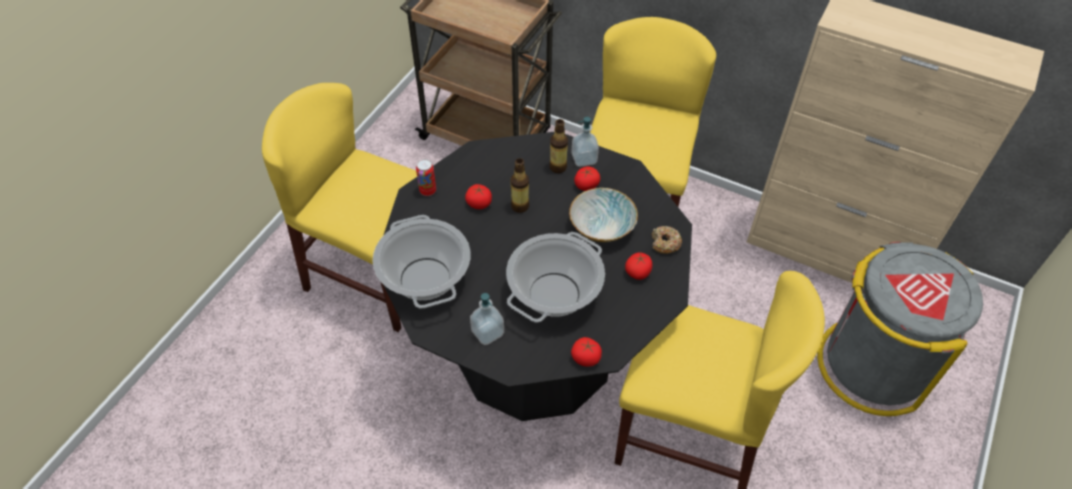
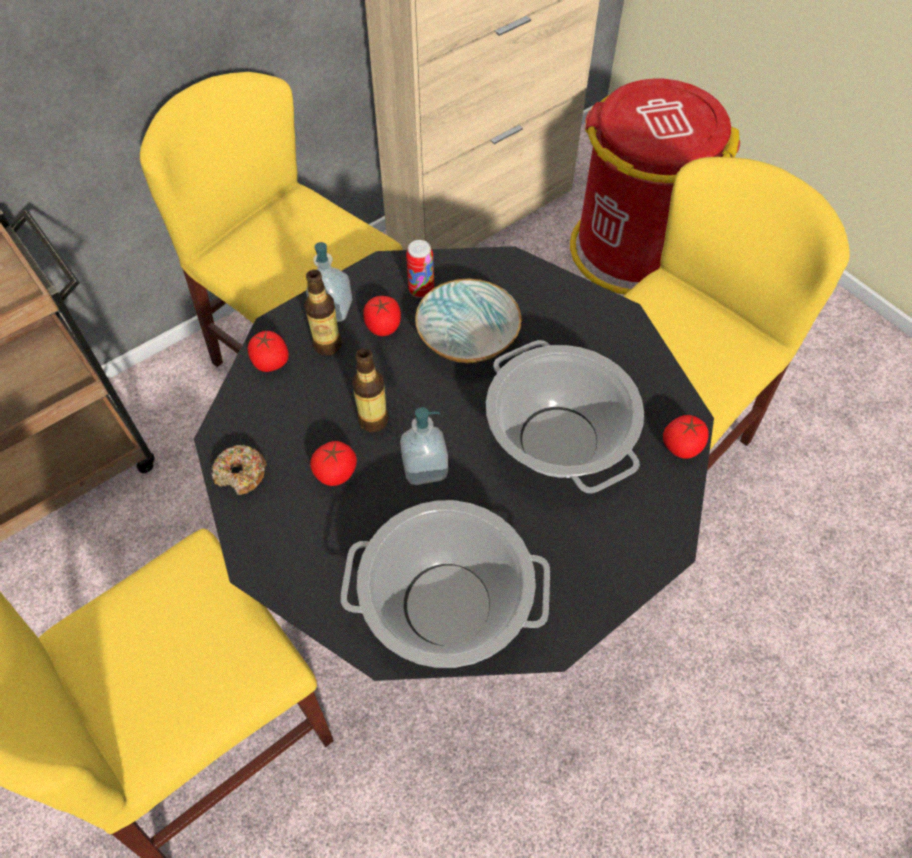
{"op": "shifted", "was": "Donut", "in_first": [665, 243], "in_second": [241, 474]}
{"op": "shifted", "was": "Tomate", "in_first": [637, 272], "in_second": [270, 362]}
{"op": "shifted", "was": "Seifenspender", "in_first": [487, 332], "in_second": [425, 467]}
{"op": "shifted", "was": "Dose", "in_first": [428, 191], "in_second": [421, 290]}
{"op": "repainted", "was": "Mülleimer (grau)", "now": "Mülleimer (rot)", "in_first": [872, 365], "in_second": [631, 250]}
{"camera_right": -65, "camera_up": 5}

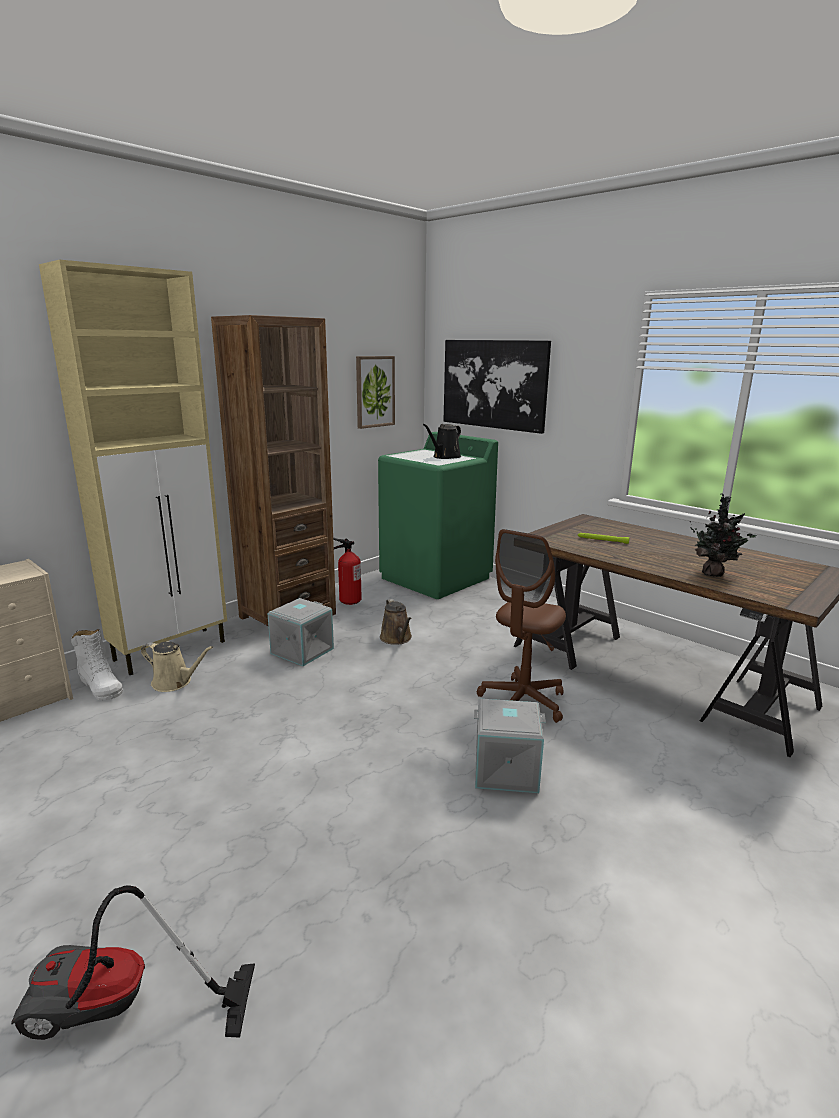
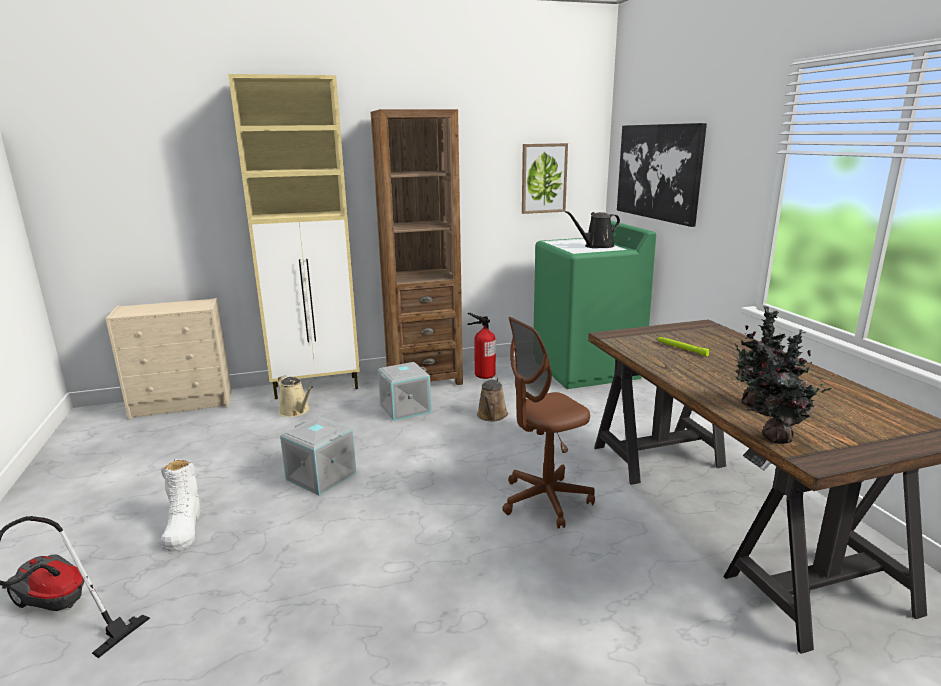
{"op": "shifted", "was": "Stiefel (weiß)", "in_first": [100, 685], "in_second": [183, 527]}
{"op": "shifted", "was": "Aufbewahrungsbox (grau)", "in_first": [505, 771], "in_second": [320, 476]}
{"op": "new", "now": "Topfpflanze", "in_second": [774, 438]}
{"camera_right": 30, "camera_up": 0}

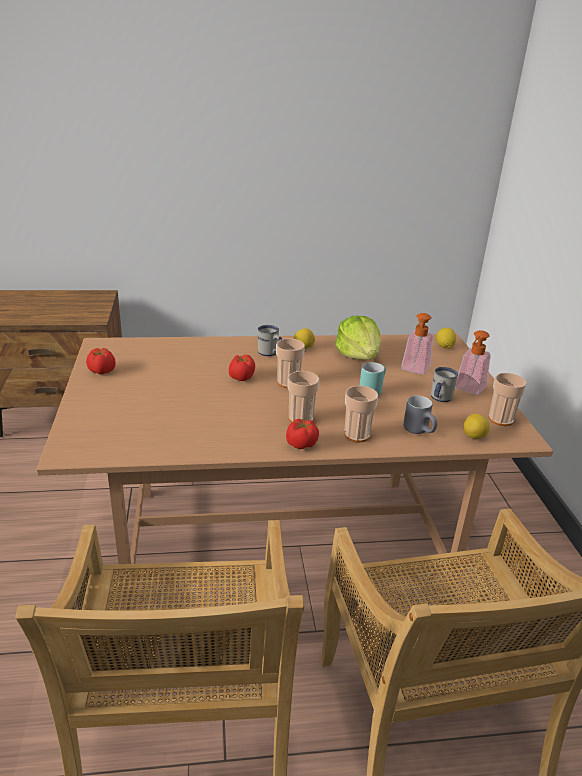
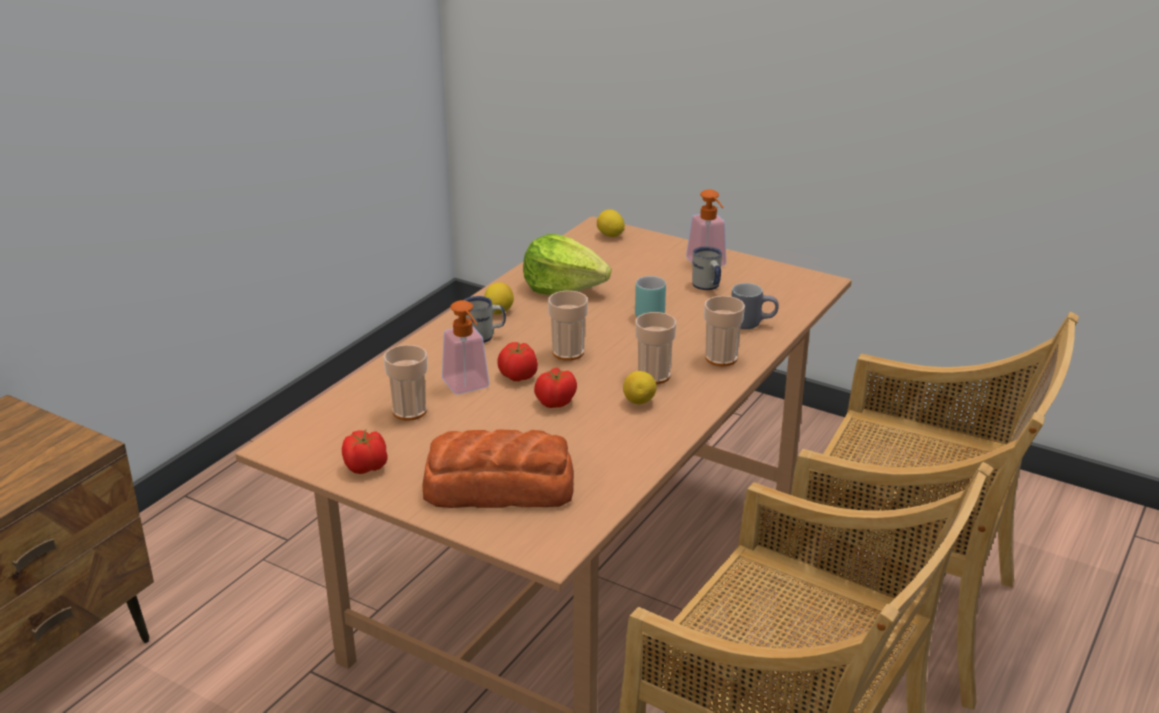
{"op": "shifted", "was": "Tasse", "in_first": [500, 419], "in_second": [409, 411]}
{"op": "new", "now": "Brot", "in_second": [497, 487]}
{"op": "shifted", "was": "Seifenspender", "in_first": [414, 370], "in_second": [469, 387]}
{"op": "shifted", "was": "Tomate", "in_first": [301, 444], "in_second": [555, 402]}
{"op": "shifted", "was": "Zitrone", "in_first": [474, 437], "in_second": [639, 401]}
{"camera_right": -50, "camera_up": 0}

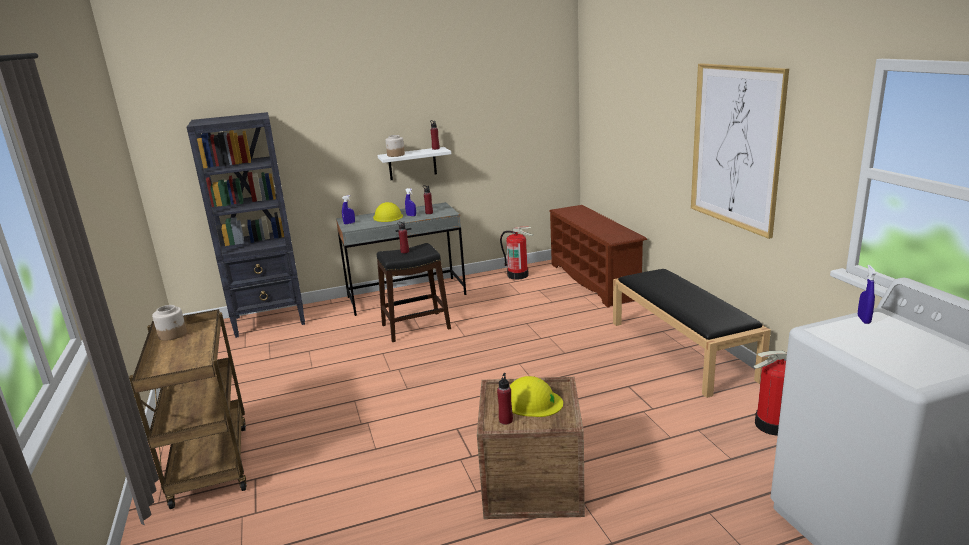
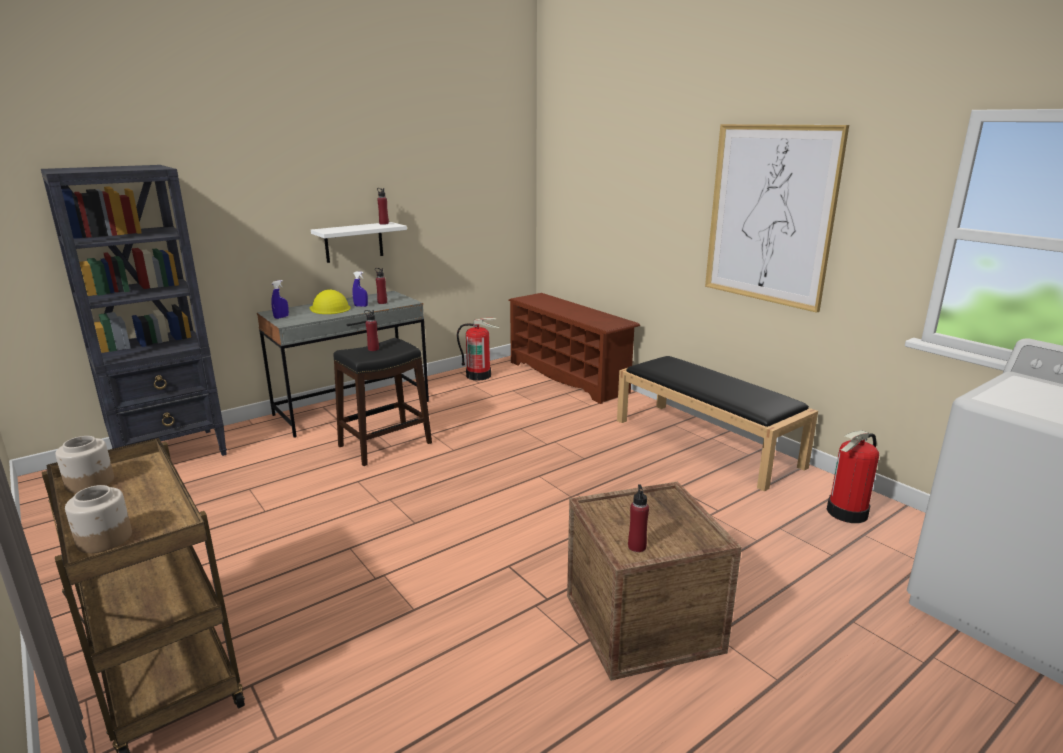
{"op": "shifted", "was": "Vorratsglas", "in_first": [396, 155], "in_second": [104, 539]}
{"op": "gone", "was": "Schutzhelm (gelb)", "in_first": [532, 402]}
{"op": "gone", "was": "Sprühflasche (blau)", "in_first": [863, 320]}
{"camera_right": -20, "camera_up": 0}

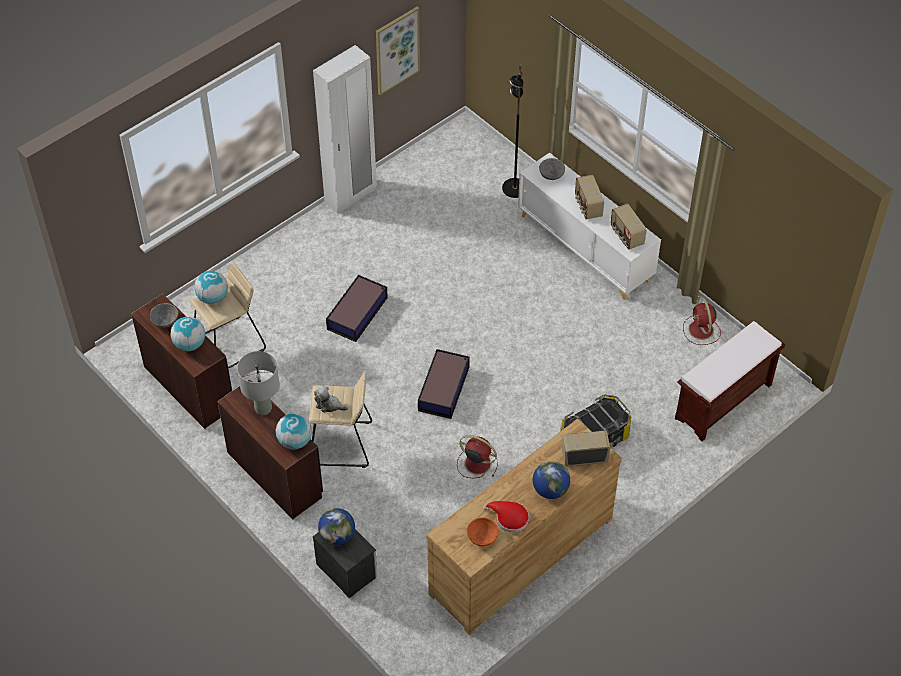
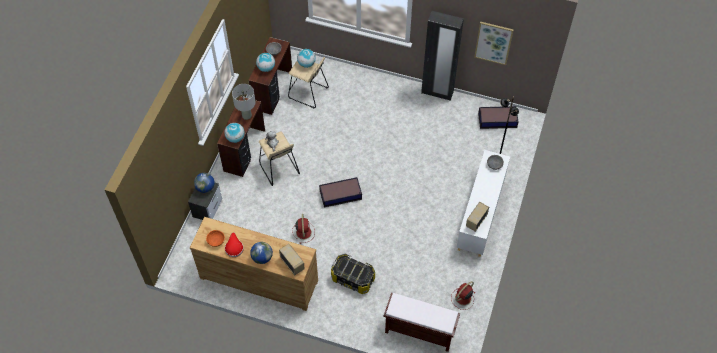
{"op": "repainted", "was": "Kleiderschrank (weiß)", "now": "Kleiderschrank (schwarz)", "in_first": [351, 196], "in_second": [437, 92]}
{"op": "shifted", "was": "Aufbewahrungsbox", "in_first": [358, 313], "in_second": [498, 120]}
{"op": "gone", "was": "Radio", "in_first": [587, 206]}
{"camera_right": 60, "camera_up": 5}

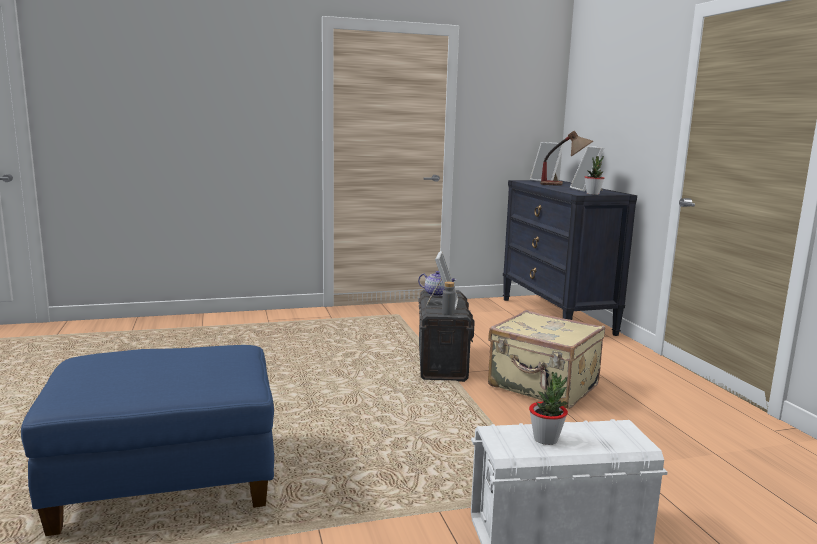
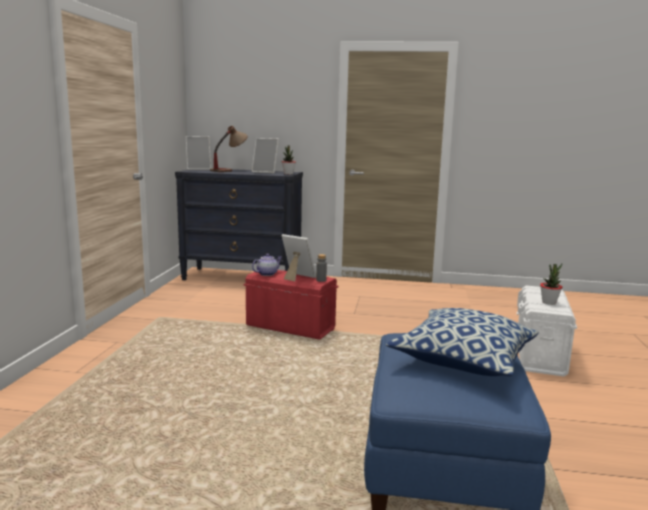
{"op": "repainted", "was": "Aufbewahrungsbox (grau)", "now": "Aufbewahrungsbox (rot)", "in_first": [442, 362], "in_second": [290, 327]}
{"op": "new", "now": "Kissen", "in_second": [463, 359]}
{"op": "gone", "was": "Koffer (beige)", "in_first": [543, 387]}
{"camera_right": -65, "camera_up": 0}

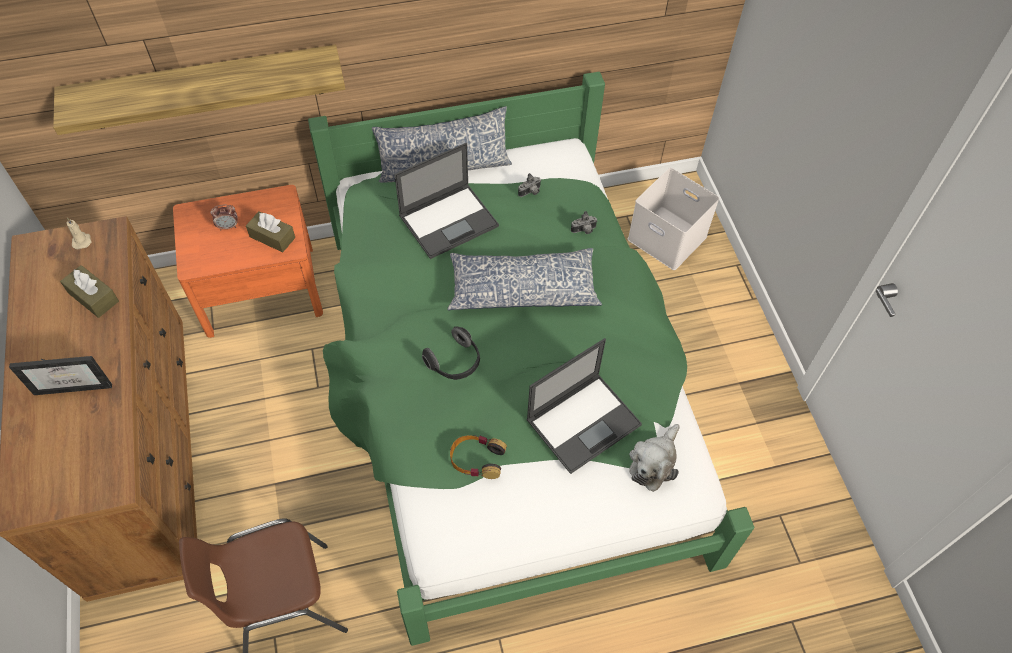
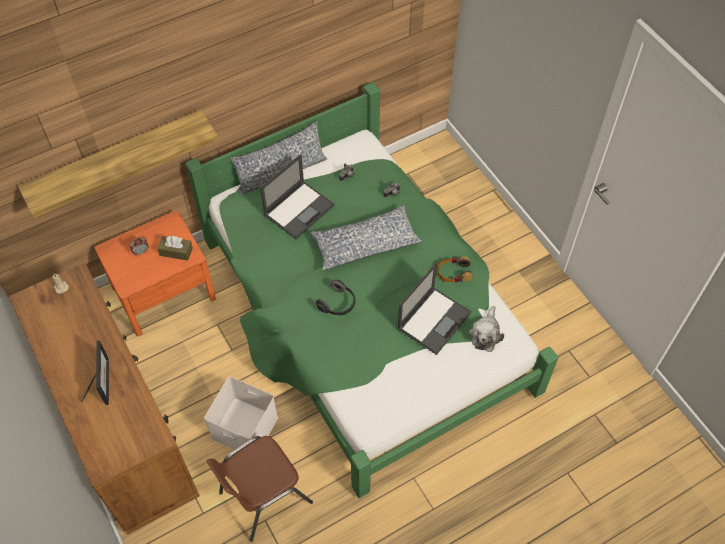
{"op": "rotated", "was": "Bilderrahmen", "in_first": [76, 383], "in_second": [101, 381], "clockwise": -75}
{"op": "shifted", "was": "Aufbewahrungsbox (weiß)", "in_first": [669, 237], "in_second": [246, 427]}
{"op": "shifted", "was": "Kopfhörer", "in_first": [477, 459], "in_second": [454, 272]}
{"op": "gone", "was": "Taschentuchbox (braun)", "in_first": [93, 297]}
{"camera_right": -15, "camera_up": 0}

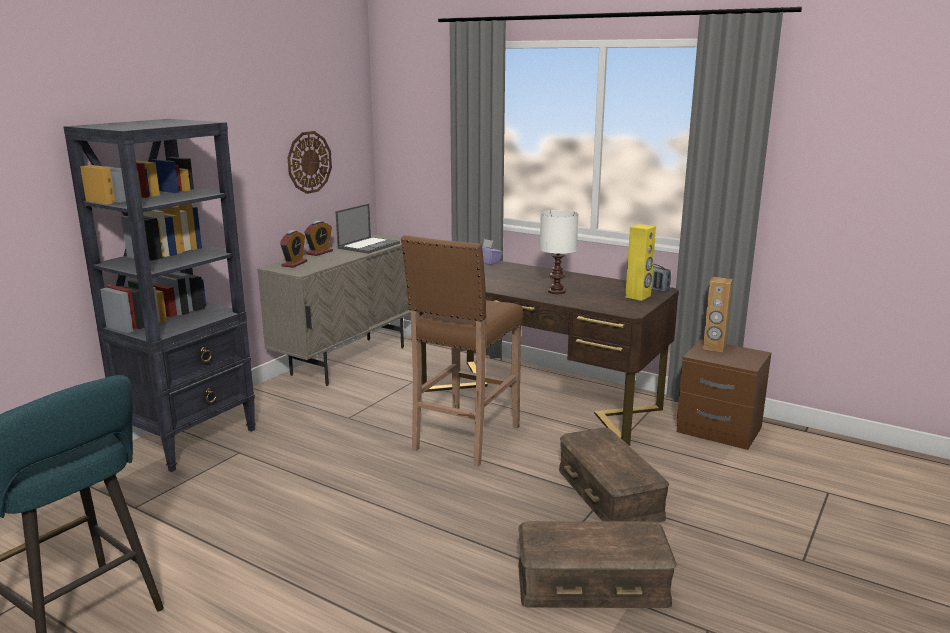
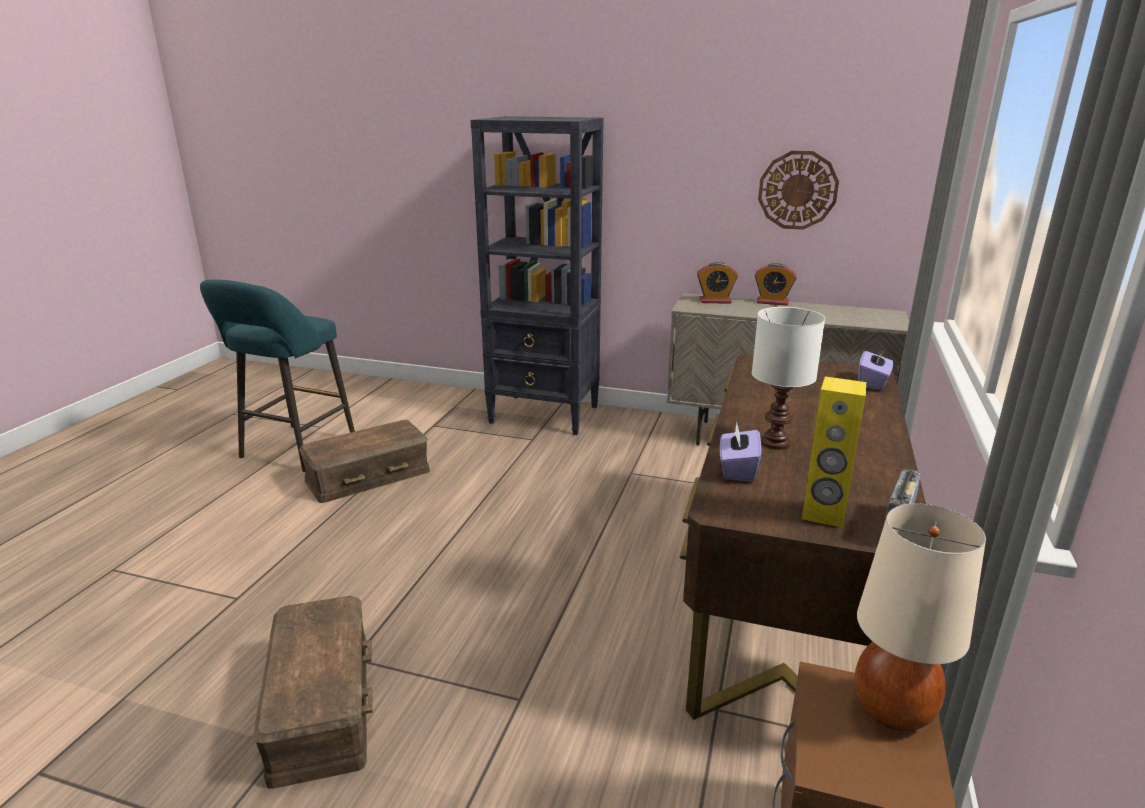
{"op": "shifted", "was": "Aufbewahrungsbox (braun)", "in_first": [610, 493], "in_second": [368, 476]}
{"op": "new", "now": "Taschentuchbox (lila)", "in_second": [737, 469]}
{"op": "swapped", "was": "Lautsprecher (braun)", "now": "Tischlampe (beige)", "in_first": [714, 347], "in_second": [893, 710]}
{"op": "gone", "was": "Laptop", "in_first": [369, 245]}
{"op": "gone", "was": "Hocker (braun)", "in_first": [465, 439]}
{"camera_right": 75, "camera_up": 5}

